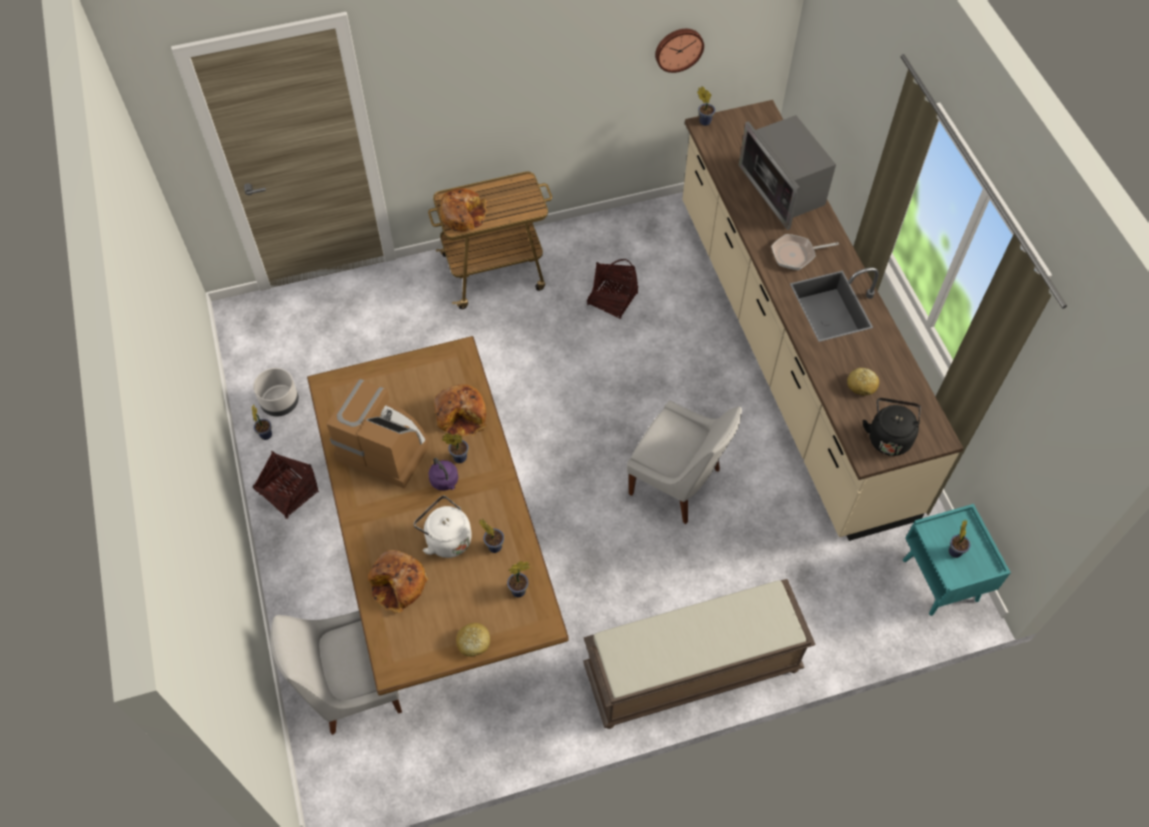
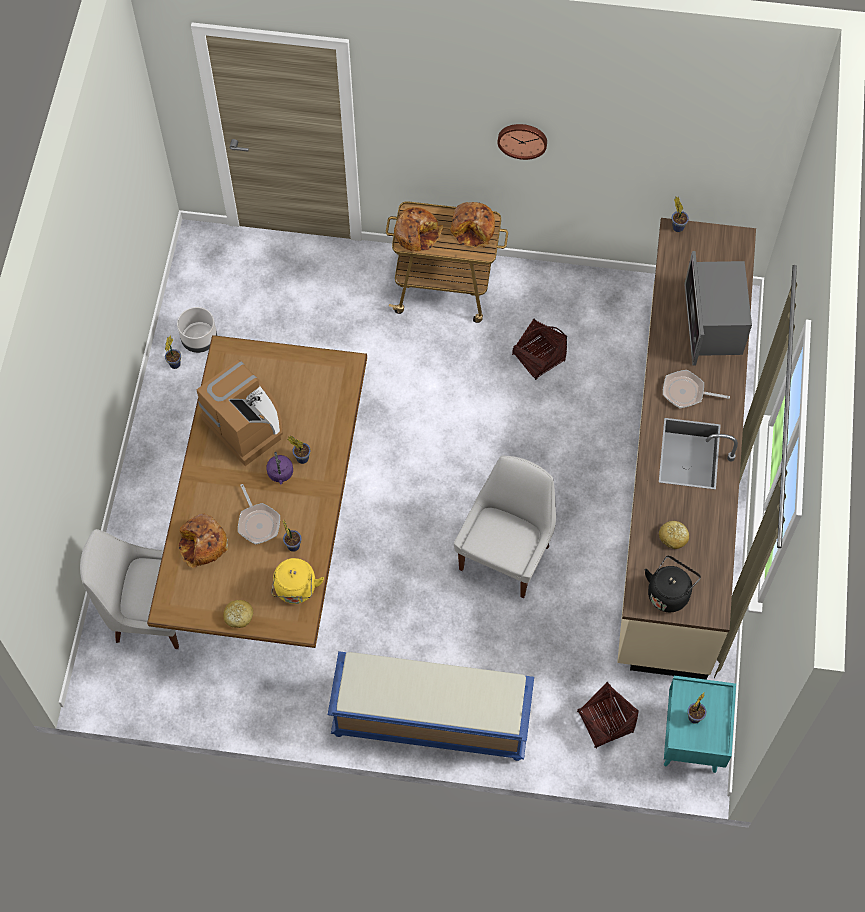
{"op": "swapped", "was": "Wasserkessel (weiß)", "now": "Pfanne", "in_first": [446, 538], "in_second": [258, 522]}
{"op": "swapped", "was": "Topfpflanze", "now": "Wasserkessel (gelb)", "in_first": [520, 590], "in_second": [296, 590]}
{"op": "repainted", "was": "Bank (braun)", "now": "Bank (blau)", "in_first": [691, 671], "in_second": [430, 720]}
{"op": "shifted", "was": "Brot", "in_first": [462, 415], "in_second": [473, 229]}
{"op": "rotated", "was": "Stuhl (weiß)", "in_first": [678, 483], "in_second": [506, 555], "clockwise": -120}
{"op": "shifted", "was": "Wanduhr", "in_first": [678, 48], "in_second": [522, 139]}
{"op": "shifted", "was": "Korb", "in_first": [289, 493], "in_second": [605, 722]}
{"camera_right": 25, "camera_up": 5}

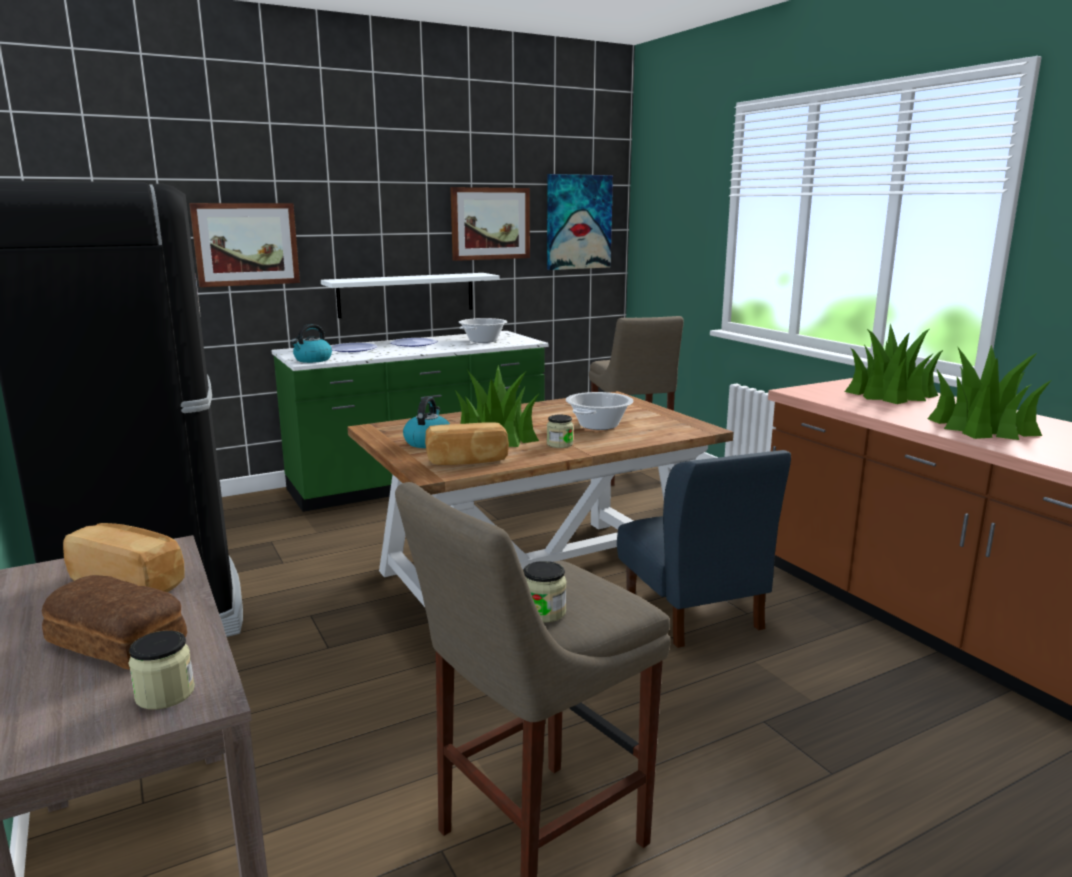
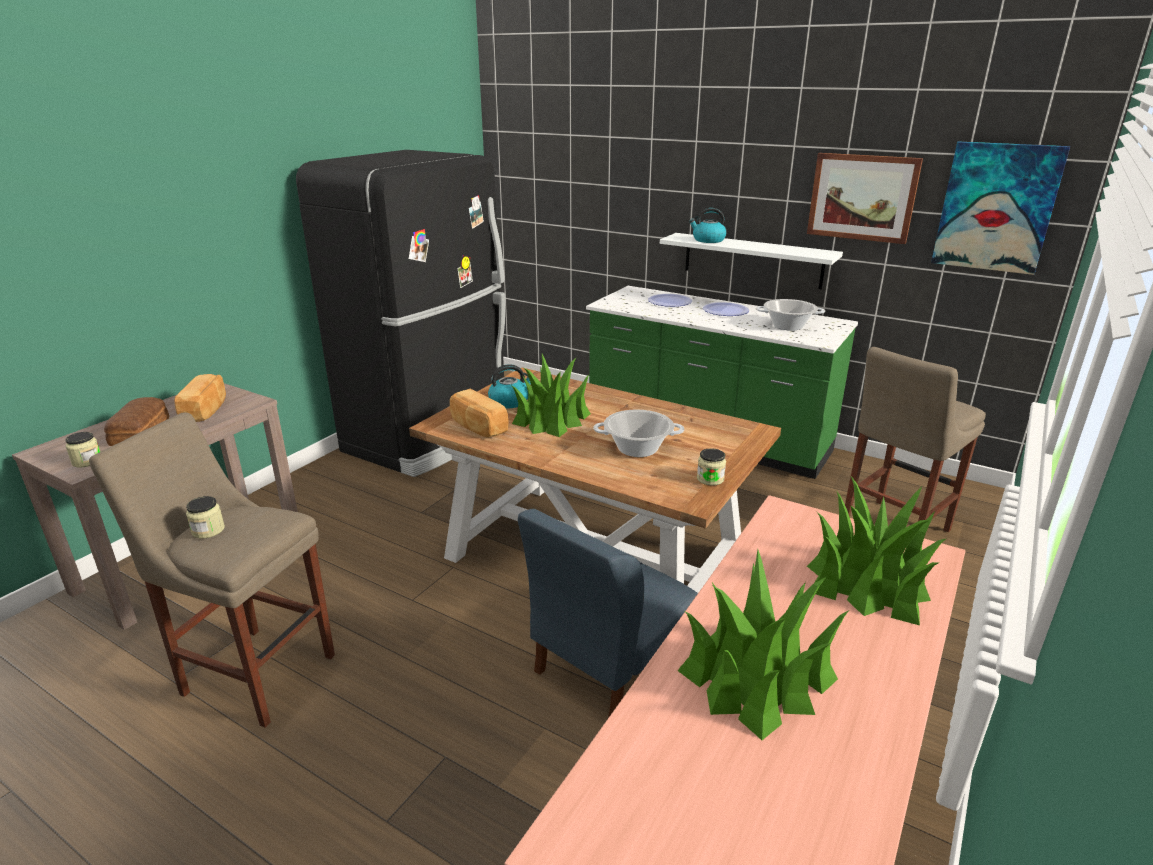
{"op": "shifted", "was": "Wasserkessel", "in_first": [312, 360], "in_second": [708, 240]}
{"op": "shifted", "was": "Vorratsglas", "in_first": [559, 444], "in_second": [710, 479]}
{"op": "gone", "was": "Bild", "in_first": [246, 244]}
{"camera_right": 60, "camera_up": 10}

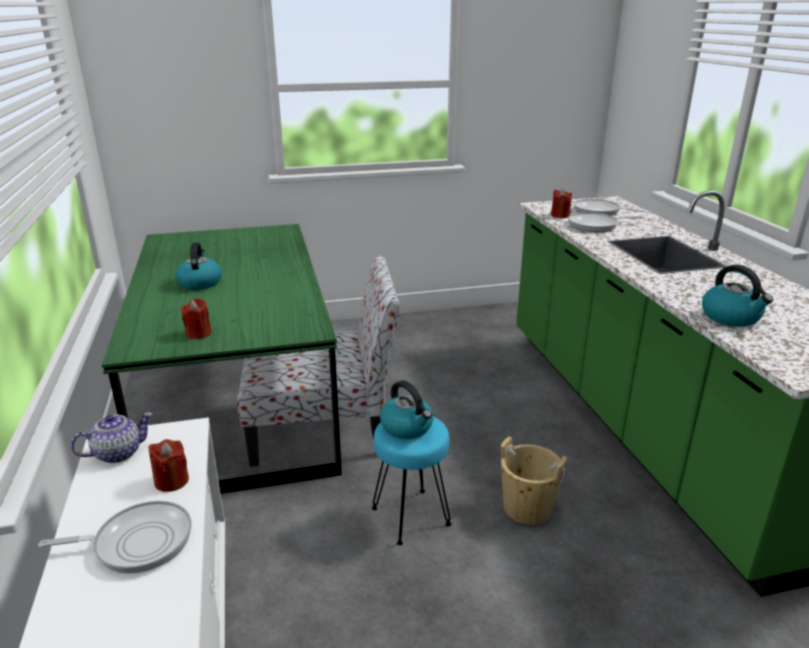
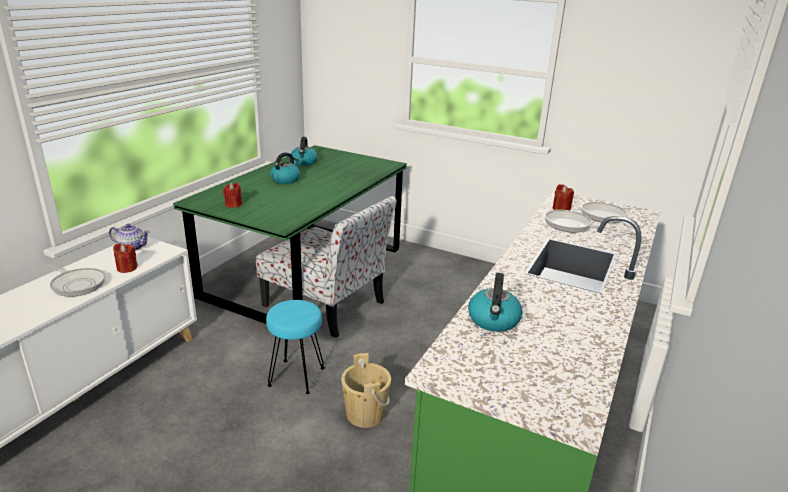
{"op": "shifted", "was": "Wasserkessel", "in_first": [407, 427], "in_second": [304, 162]}
{"camera_right": 40, "camera_up": 0}

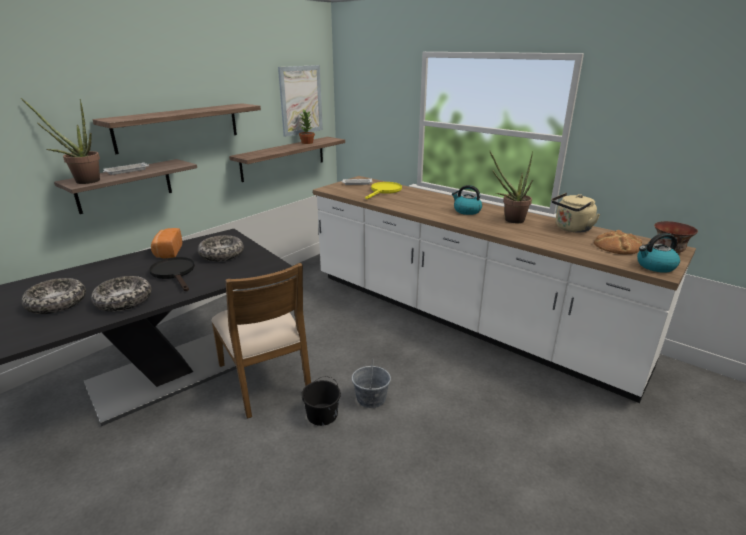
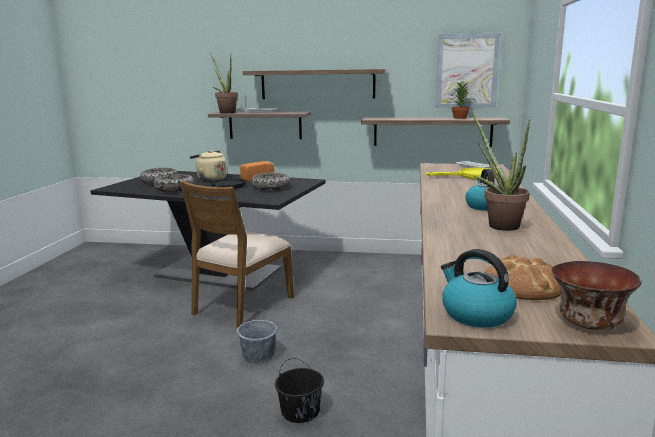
{"op": "shifted", "was": "Wasserkessel (beige)", "in_first": [571, 229], "in_second": [210, 178]}
{"op": "shifted", "was": "Eimer (schwarz)", "in_first": [322, 414], "in_second": [300, 411]}
{"camera_right": 60, "camera_up": -10}

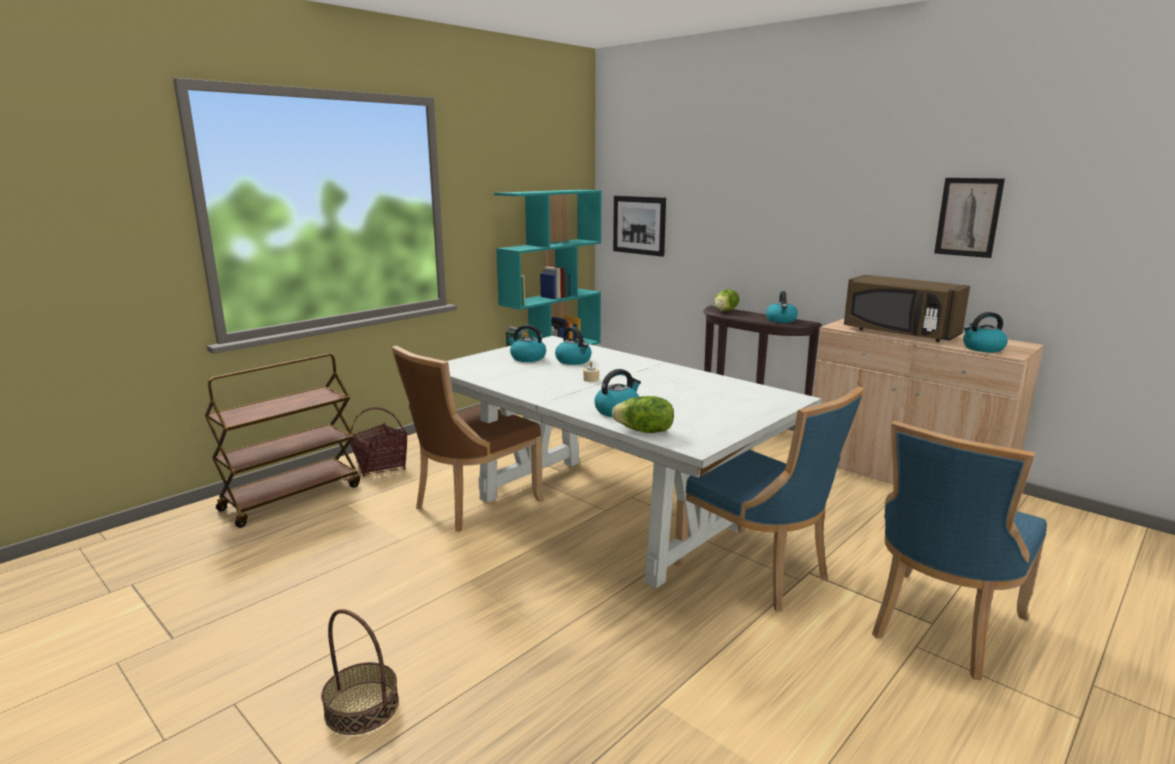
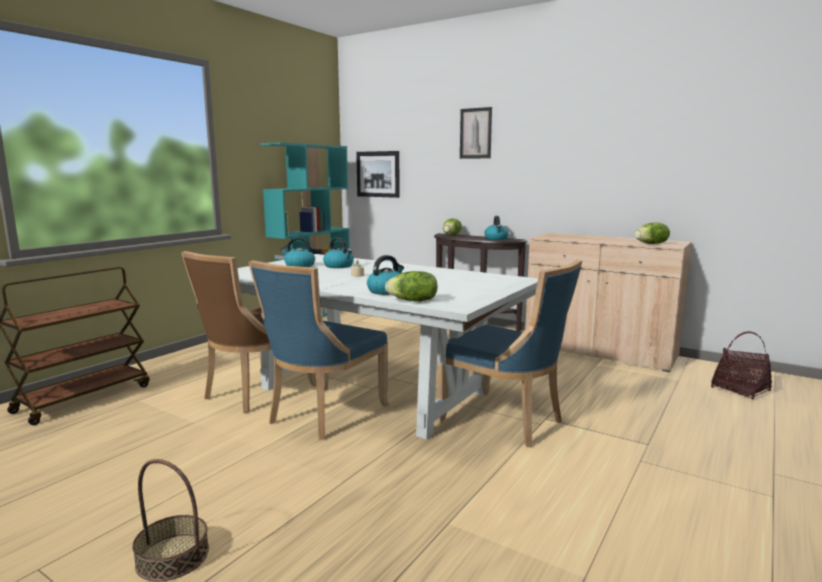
{"op": "shifted", "was": "Stuhl (blau)", "in_first": [941, 627], "in_second": [323, 414]}
{"op": "shifted", "was": "Bild", "in_first": [968, 217], "in_second": [475, 133]}
{"op": "swapped", "was": "Wasserkessel", "now": "Salatkopf", "in_first": [982, 348], "in_second": [651, 244]}
{"op": "shifted", "was": "Korb", "in_first": [381, 466], "in_second": [740, 389]}
{"op": "gone", "was": "Mikrowelle (braun)", "in_first": [899, 333]}
{"camera_right": -10, "camera_up": -5}

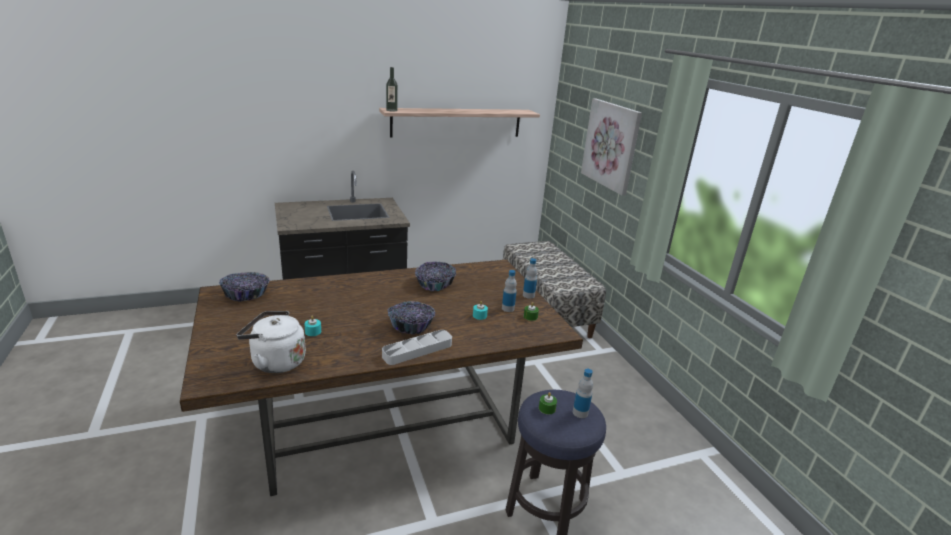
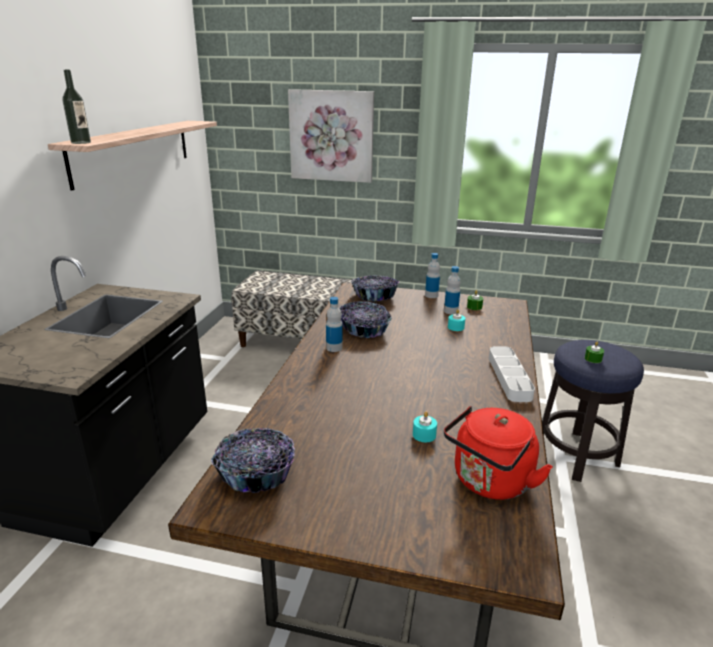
{"op": "shifted", "was": "Flasche", "in_first": [580, 413], "in_second": [334, 348]}
{"op": "shifted", "was": "Schüssel", "in_first": [411, 326], "in_second": [374, 296]}
{"op": "repainted", "was": "Wasserkessel (weiß)", "now": "Wasserkessel (rot)", "in_first": [275, 362], "in_second": [489, 483]}
{"camera_right": -55, "camera_up": 0}

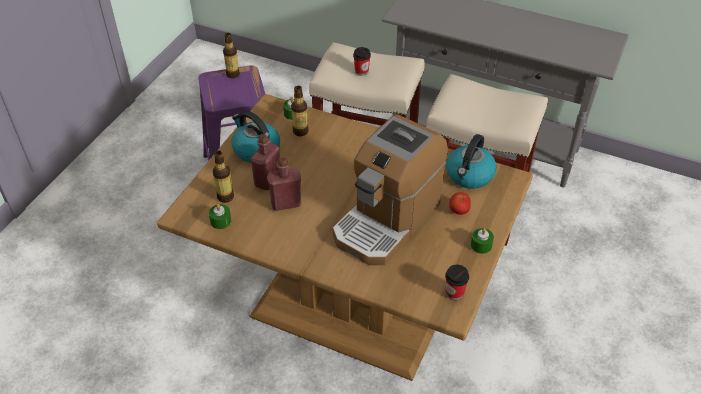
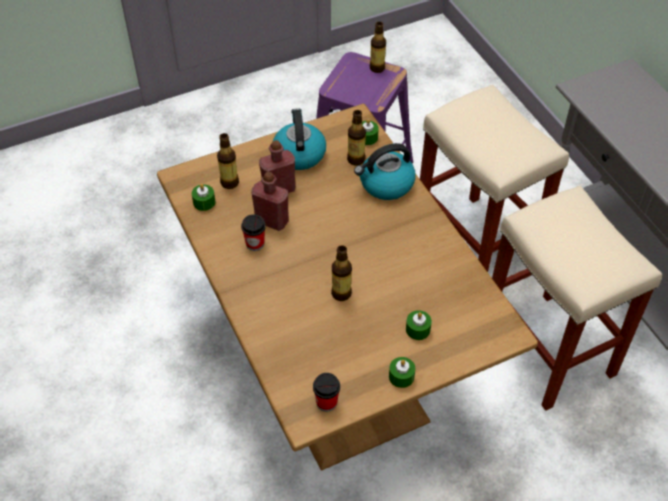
{"op": "shifted", "was": "Tasse", "in_first": [361, 71], "in_second": [255, 244]}
{"op": "swapped", "was": "Kaffeemaschine", "now": "Flasche", "in_first": [386, 220], "in_second": [341, 293]}
{"op": "shifted", "was": "Wasserkessel", "in_first": [469, 175], "in_second": [385, 184]}
{"op": "swapped", "was": "Tomate", "now": "Kerze (grün)", "in_first": [459, 211], "in_second": [418, 329]}
{"camera_right": 40, "camera_up": 5}

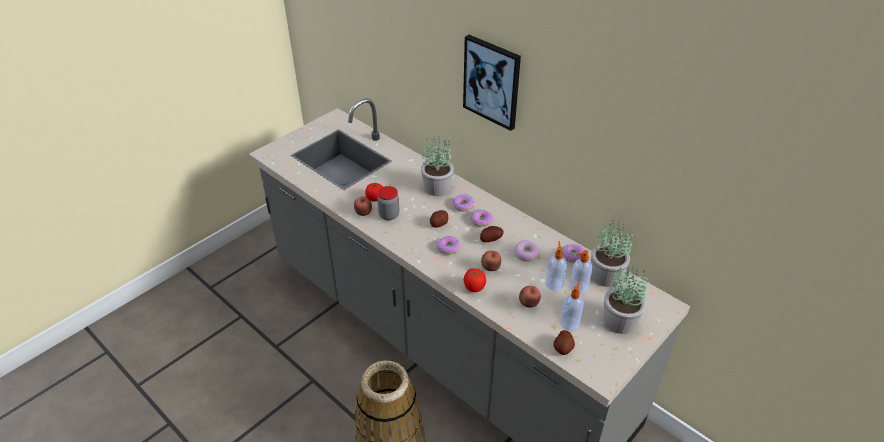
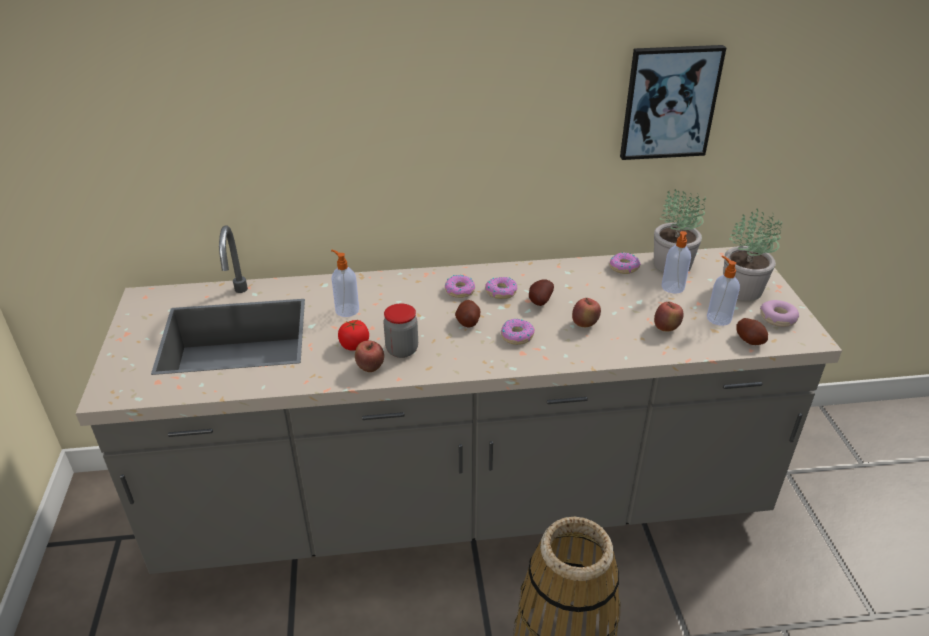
{"op": "shifted", "was": "Seifenspender", "in_first": [554, 283], "in_second": [346, 310]}
{"op": "shifted", "was": "Bild", "in_first": [492, 82], "in_second": [669, 102]}
{"op": "shifted", "was": "Donut", "in_first": [526, 254], "in_second": [778, 319]}
{"op": "gone", "was": "Topfpflanze", "in_first": [437, 187]}
{"op": "gone", "was": "Tomate", "in_first": [474, 287]}
{"camera_right": -50, "camera_up": -5}

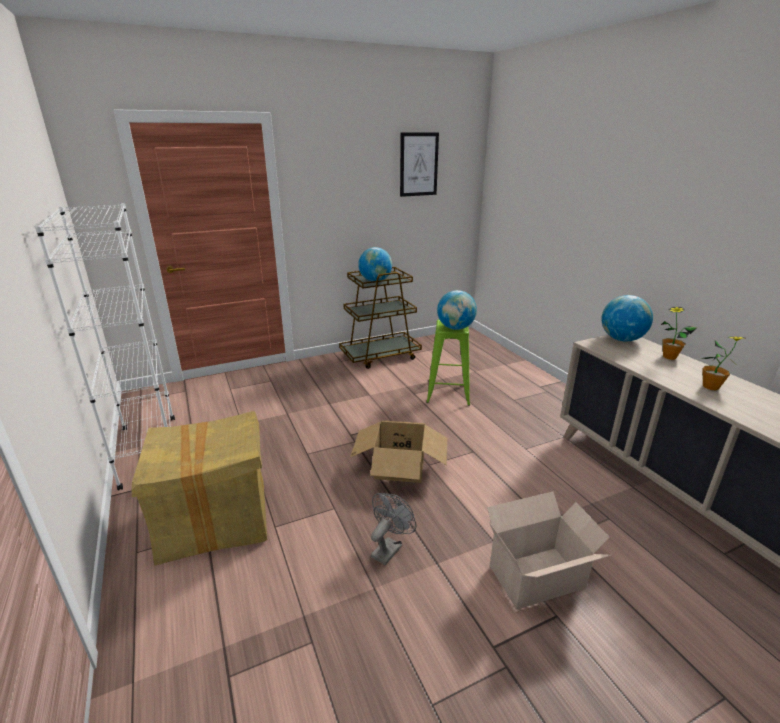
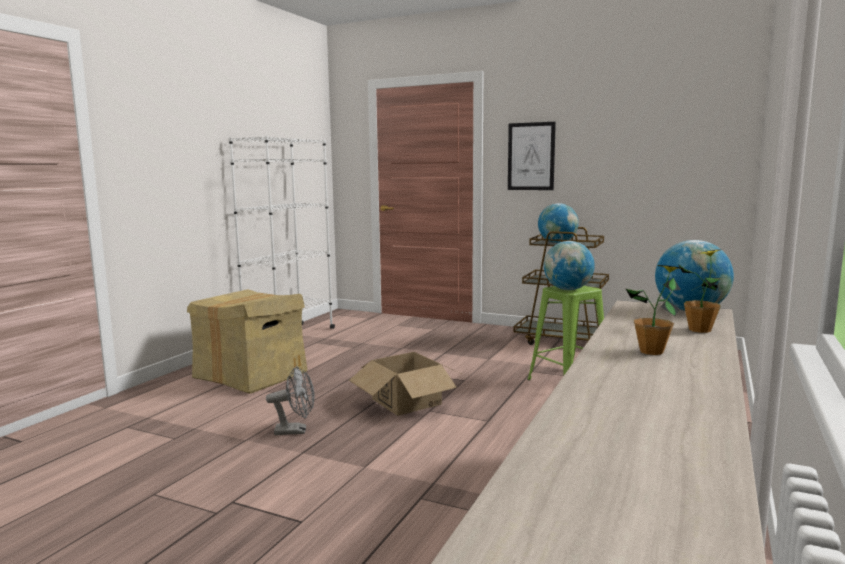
{"op": "shifted", "was": "Bild", "in_first": [418, 164], "in_second": [531, 156]}
{"op": "gone", "was": "Karton", "in_first": [539, 576]}
{"camera_right": 50, "camera_up": -15}

